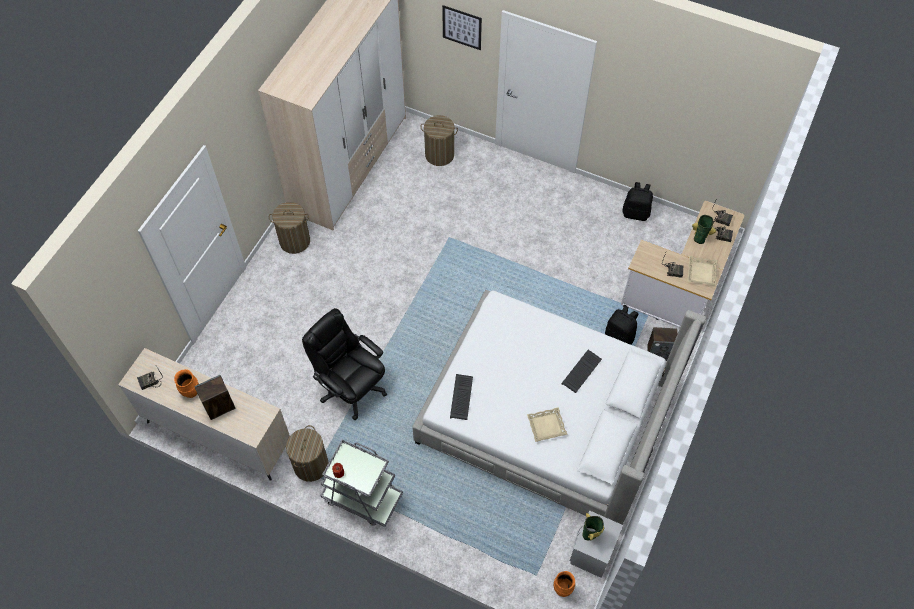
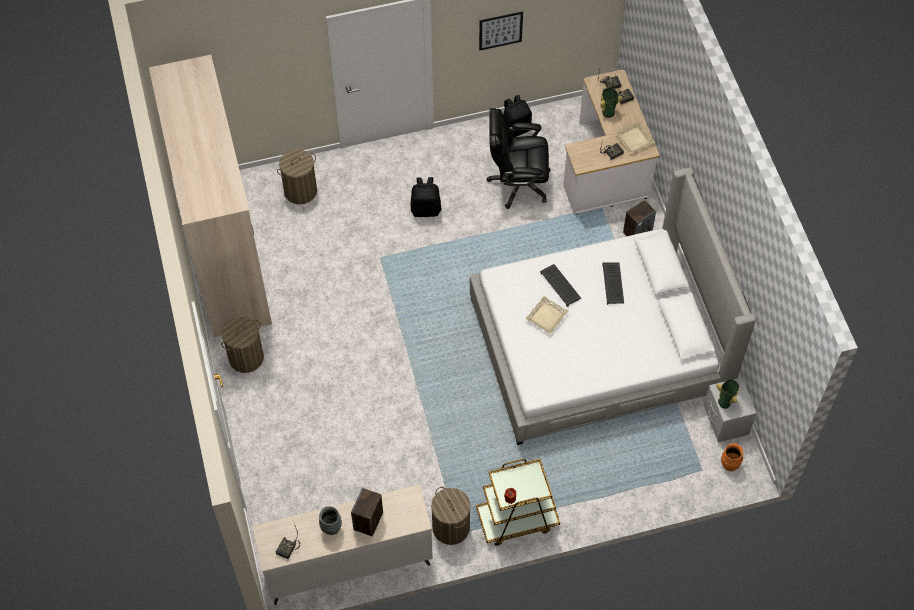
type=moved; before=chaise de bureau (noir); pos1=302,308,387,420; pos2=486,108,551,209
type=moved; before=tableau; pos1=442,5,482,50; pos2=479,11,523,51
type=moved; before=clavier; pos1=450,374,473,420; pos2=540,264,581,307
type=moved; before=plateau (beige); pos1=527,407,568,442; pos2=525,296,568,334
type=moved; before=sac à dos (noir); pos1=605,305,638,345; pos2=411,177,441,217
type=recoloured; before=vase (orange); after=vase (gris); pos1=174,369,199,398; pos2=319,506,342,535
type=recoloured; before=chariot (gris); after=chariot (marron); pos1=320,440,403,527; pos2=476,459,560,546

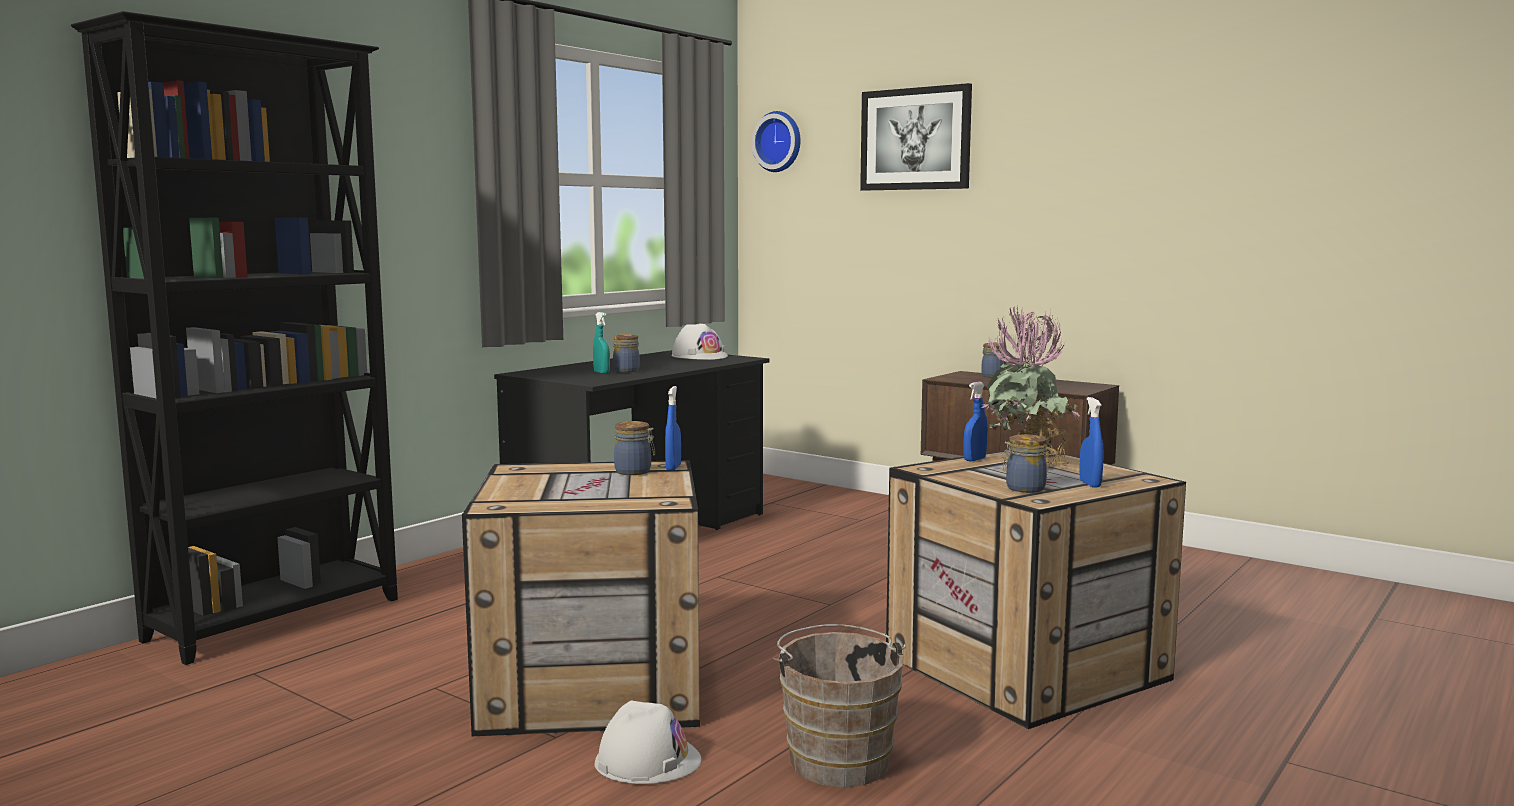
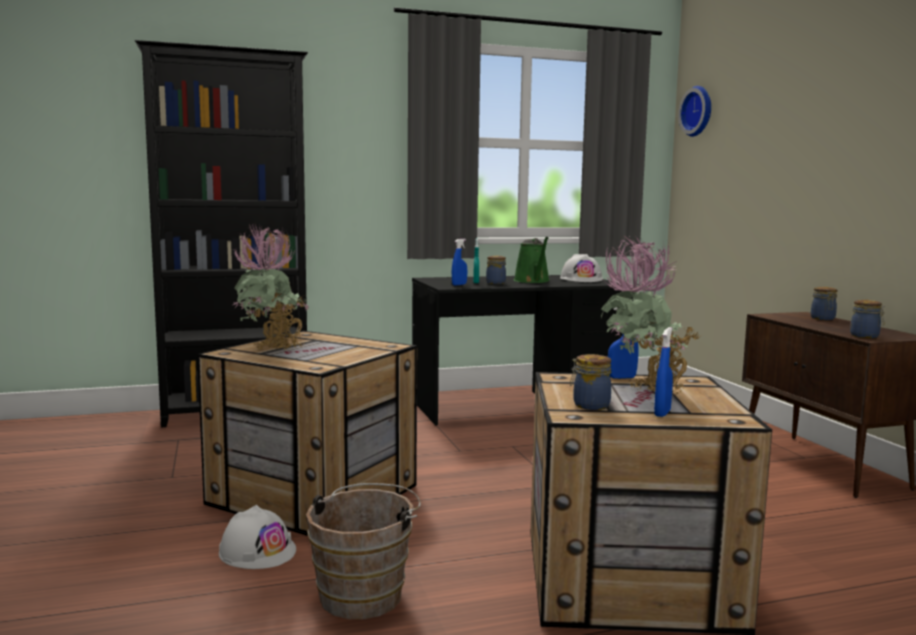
type=removed; before=tableau; pos1=860,83,972,191
type=added; after=plante en pot; pos2=232,224,309,350
type=added; after=arrosoir (vert); pos2=514,237,549,283
type=moved; before=bocal; pos1=614,421,655,475; pos2=850,300,885,338
type=moved; before=vaporisateur (bleu); pos1=665,386,681,471; pos2=452,239,467,285

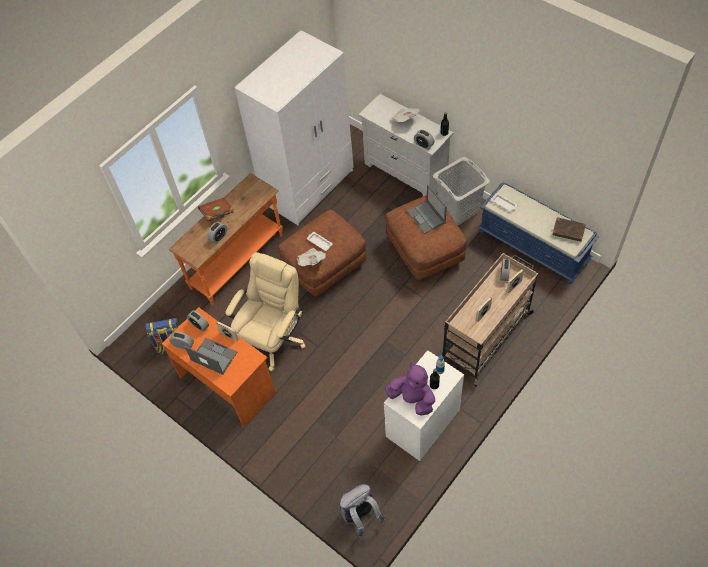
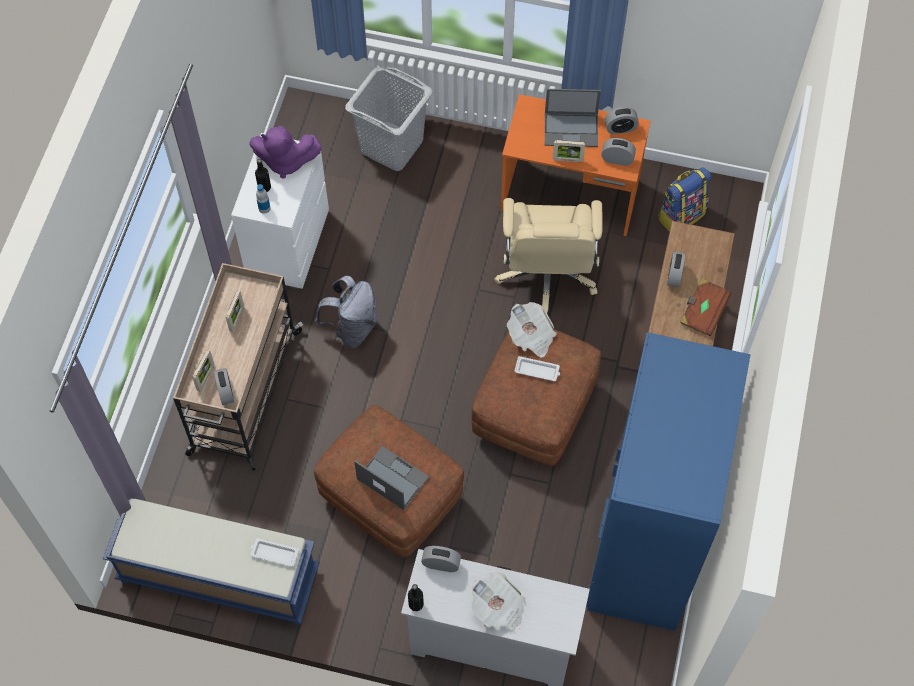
type=removed; before=livre (marron); pos1=552,217,586,242
type=moved; before=sac à dos (gris); pos1=340,484,386,539; pos2=315,276,378,348
type=moved; before=panier à linge (gris); pos1=433,157,490,225; pos2=345,65,433,171
type=recoloured; before=armoire (blanc); after=armoire (bleu); pos1=234,30,354,225; pos2=586,333,750,631

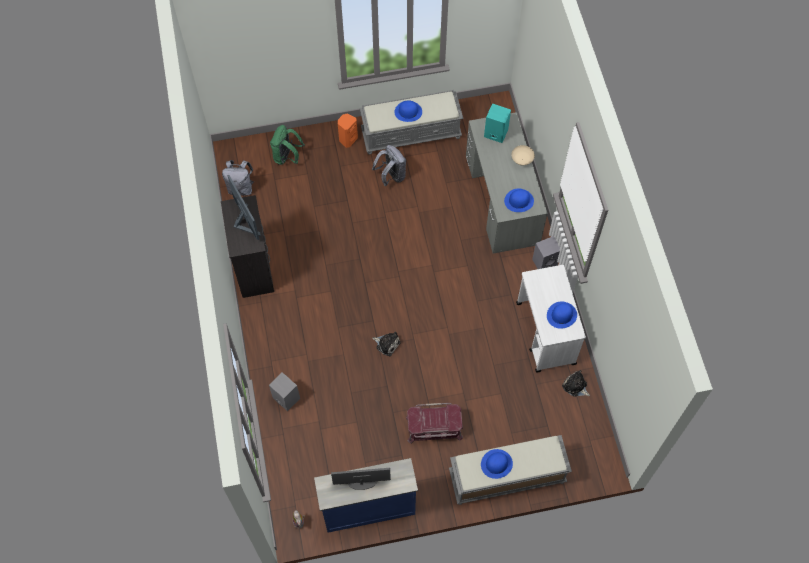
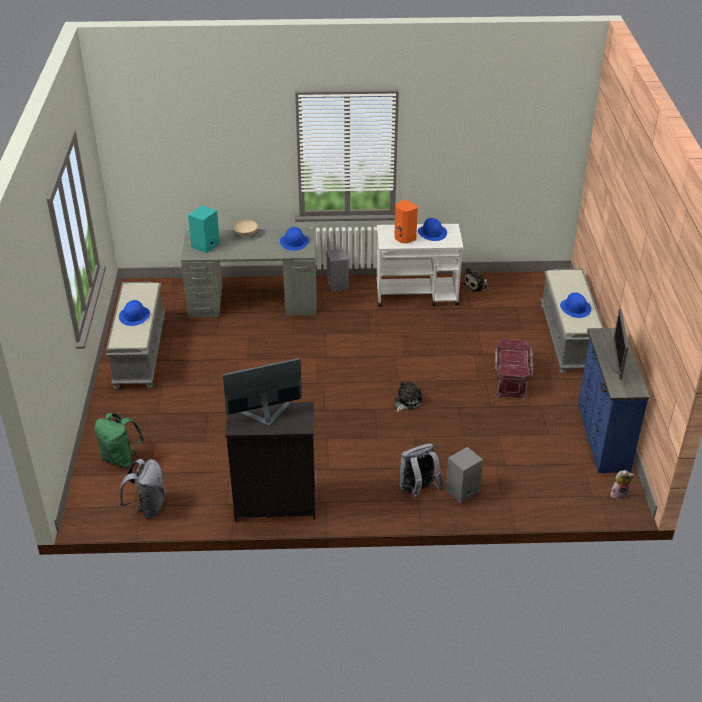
type=moved; before=enceinte (orange); pos1=338,114,358,148; pos2=394,200,418,244
type=moved; before=sac à dos (gris); pos1=372,145,406,186; pos2=400,444,444,499

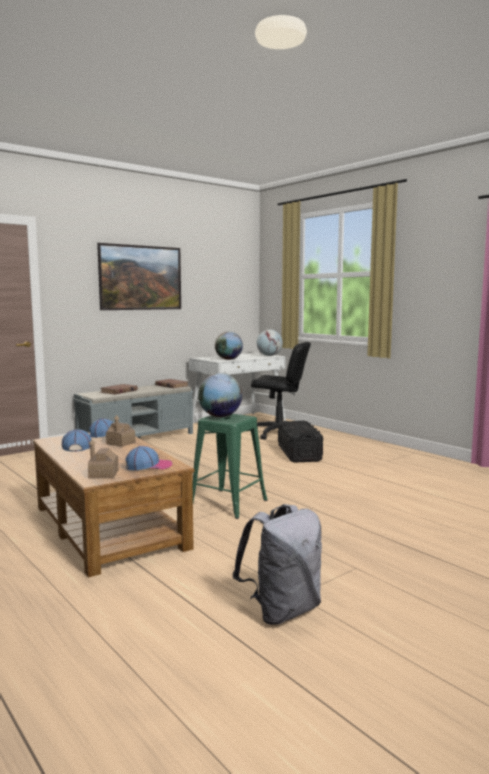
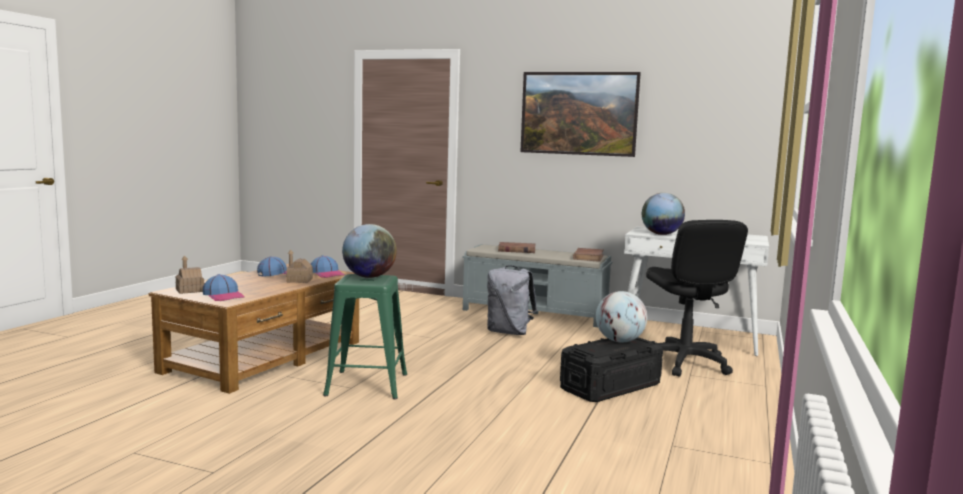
type=moved; before=sac à dos (gris); pos1=232,504,322,625; pos2=487,265,537,335
type=moved; before=globe; pos1=257,329,283,356; pos2=596,291,647,343

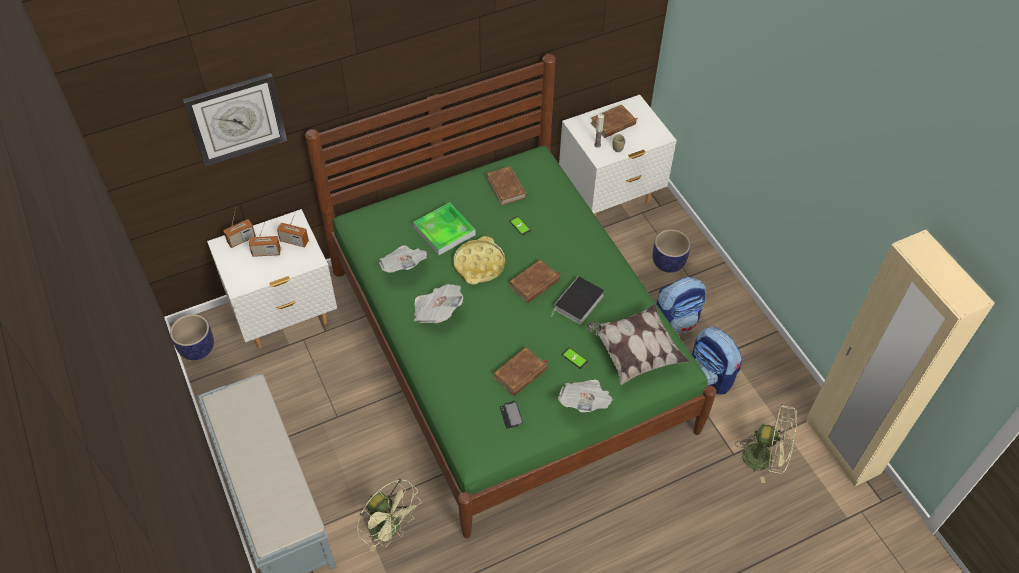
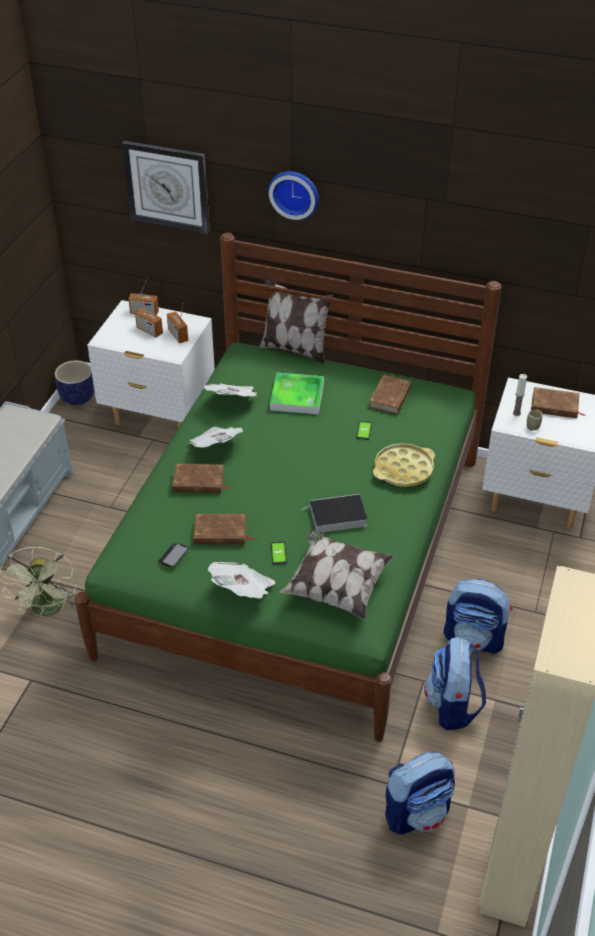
type=removed; before=cache-pot; pos1=653,229,691,273
type=added; after=coussin; pos2=259,280,334,364
type=added; after=horloge murale; pos2=268,171,319,220
type=moved; before=plateau (jaune); pos1=453,236,505,285; pos2=373,443,435,487
type=moved; before=livre (marron); pos1=509,259,561,303; pos2=172,463,230,493
type=replaced; before=ventilateur (vert); after=sac à dos; pos1=735,404,797,483; pos2=385,752,455,834

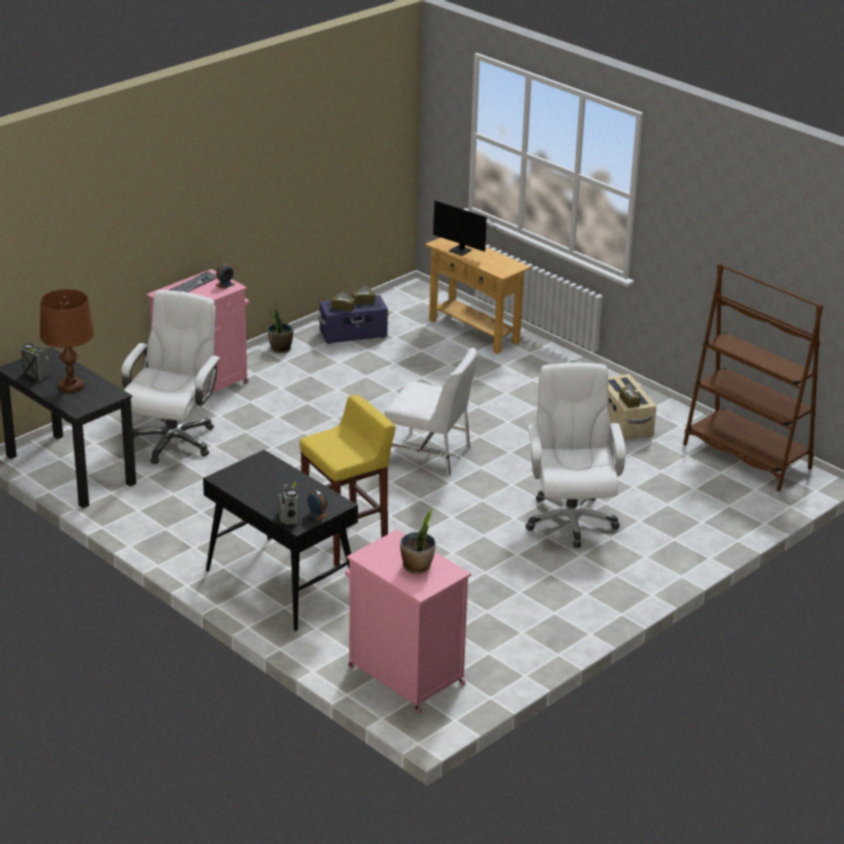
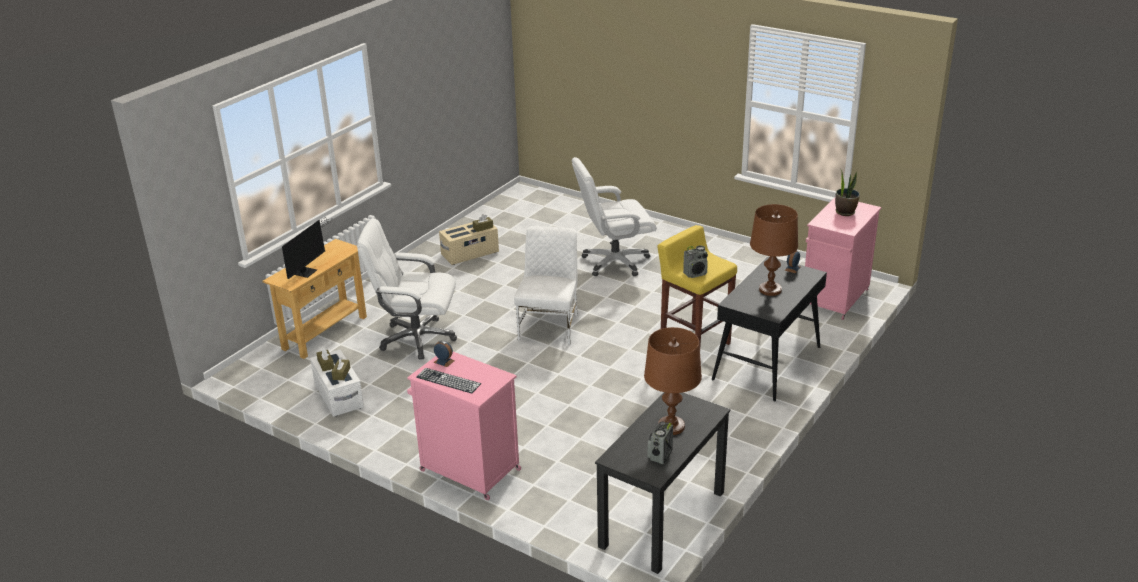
type=removed; before=plante en pot; pos1=268,304,294,353
type=removed; before=bibliothèque (marron); pos1=683,263,823,492
type=added; after=lampe de table (marron); pos2=750,204,798,296
type=moved; before=chaise de bureau (blanc); pos1=121,290,221,464; pos2=357,218,457,360
type=moved; before=radio; pos1=278,481,299,525; pos2=683,246,708,278
type=recoloured; before=boîte de rangement (violet); after=boîte de rangement (blanc); pos1=318,295,389,344; pos2=310,349,364,417

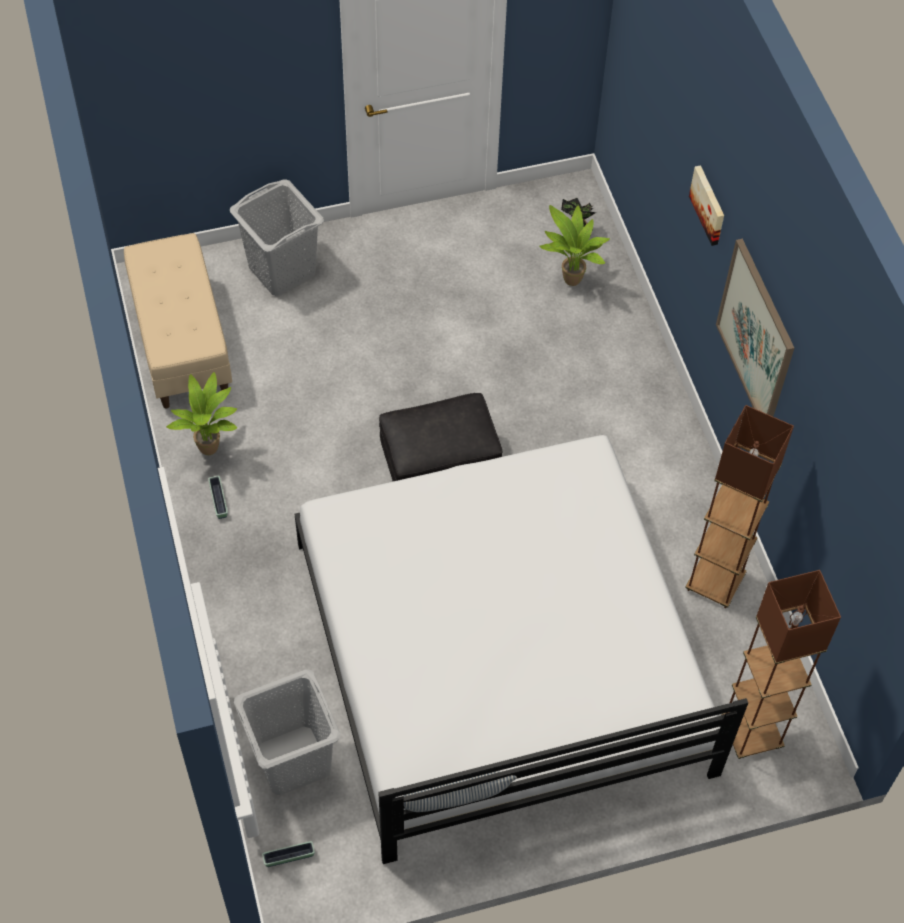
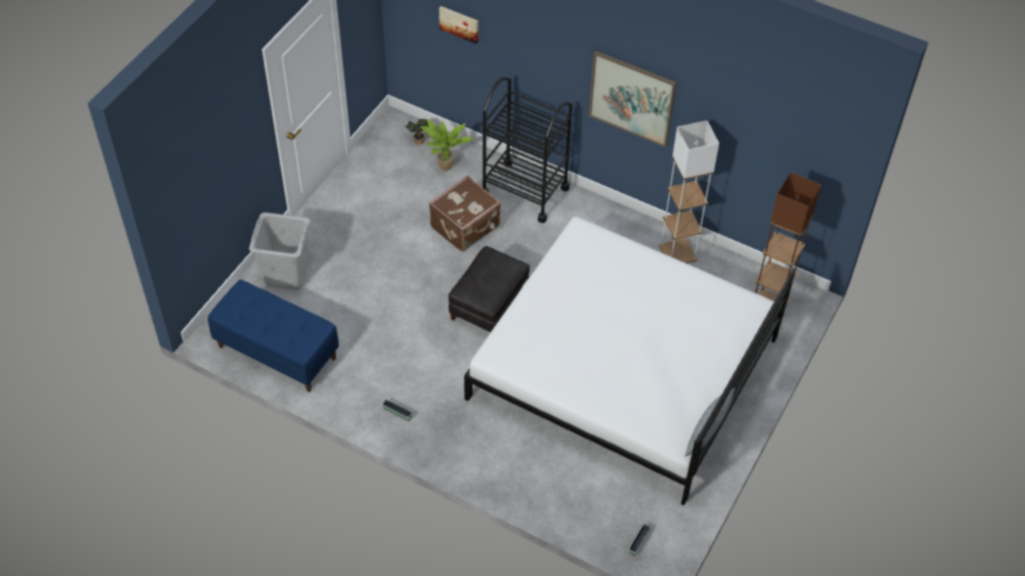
type=removed; before=plante en pot; pos1=166,372,237,455
type=removed; before=panier à linge (gris); pos1=234,669,340,795
type=added; after=valise (marron); pos2=429,175,501,252
type=added; after=chariot (noir); pos2=482,77,572,223
type=moved; before=tableau; pos1=689,165,724,246; pos2=439,6,478,44
type=recoloured; before=banc (beige); after=banc (bleu); pos1=124,233,232,409; pos2=208,280,339,392
type=recoloured; before=lampadaire (marron); after=lampadaire (blanc); pos1=685,405,794,608; pos2=659,121,719,263

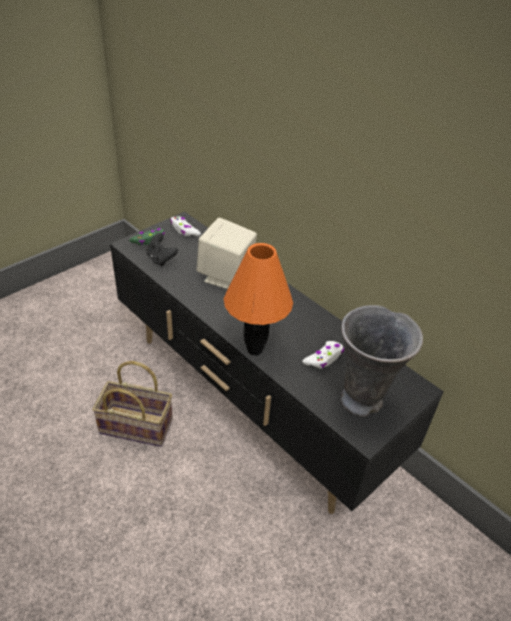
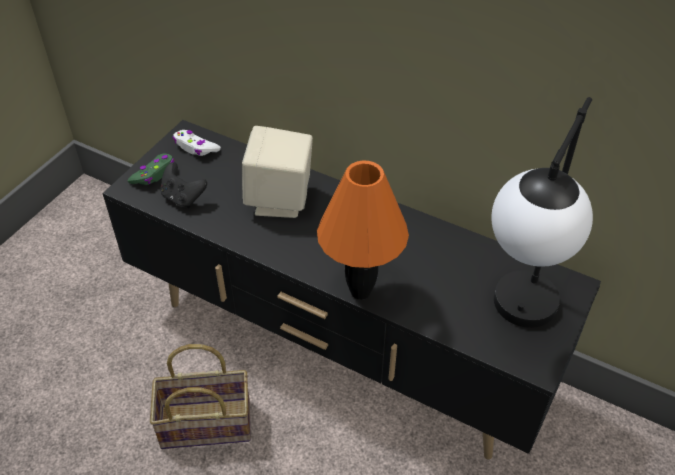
type=removed; before=manette (blanc); pos1=302,341,344,369
type=replaced; before=vase (gris); after=lampe de table; pos1=340,305,423,417; pos2=491,97,593,328

